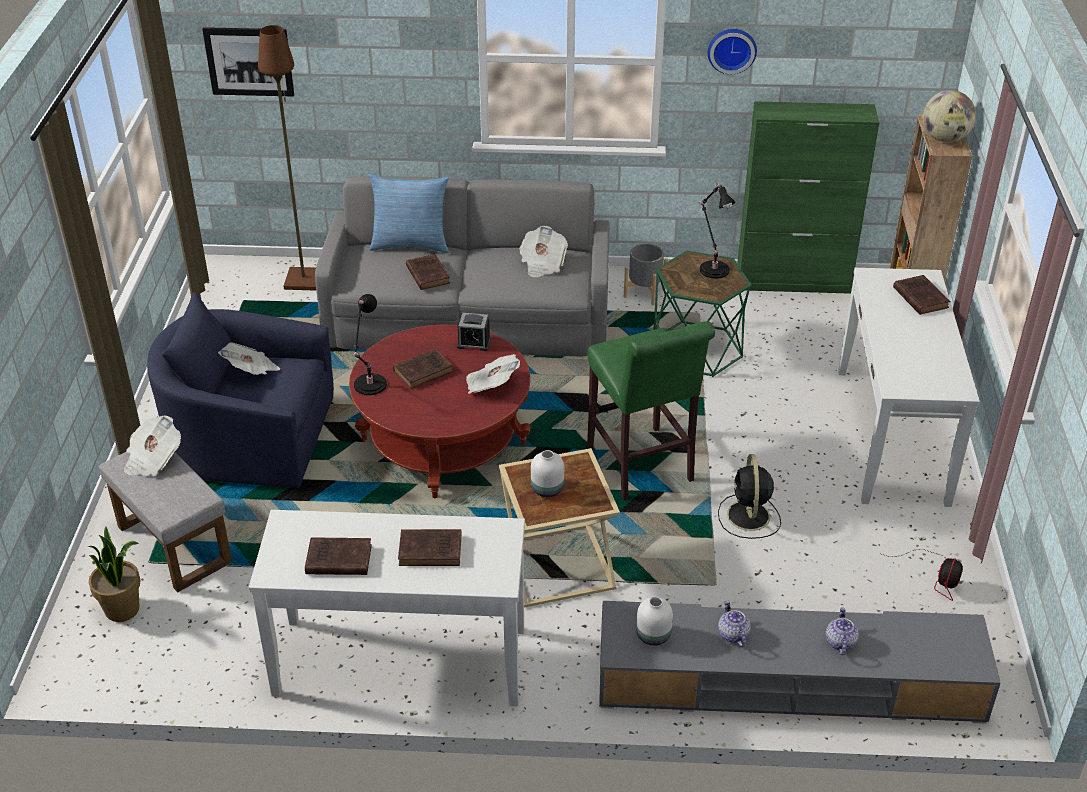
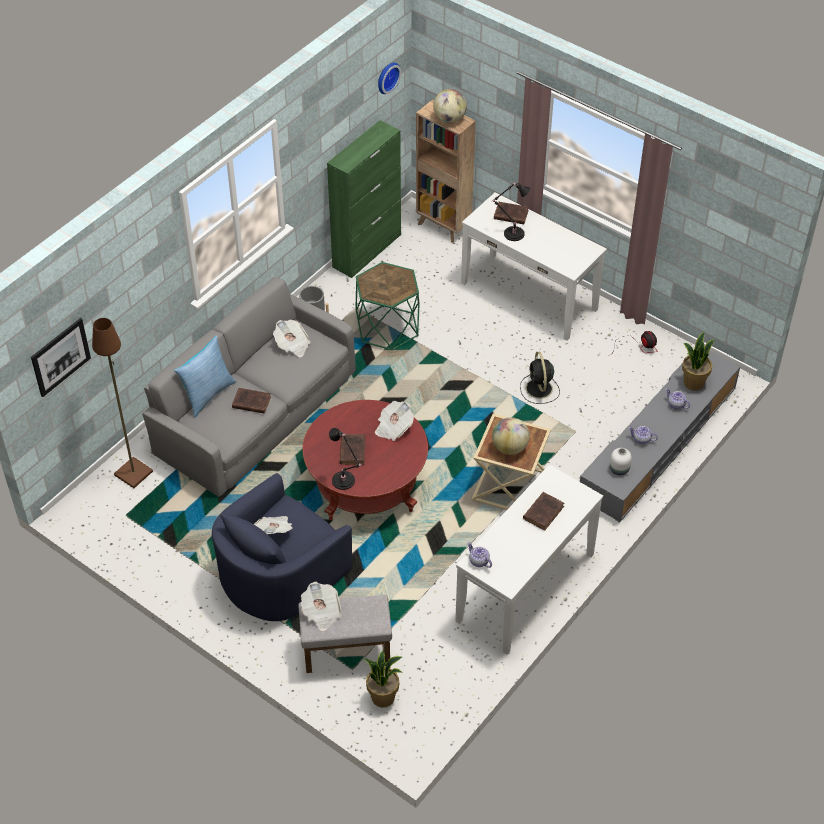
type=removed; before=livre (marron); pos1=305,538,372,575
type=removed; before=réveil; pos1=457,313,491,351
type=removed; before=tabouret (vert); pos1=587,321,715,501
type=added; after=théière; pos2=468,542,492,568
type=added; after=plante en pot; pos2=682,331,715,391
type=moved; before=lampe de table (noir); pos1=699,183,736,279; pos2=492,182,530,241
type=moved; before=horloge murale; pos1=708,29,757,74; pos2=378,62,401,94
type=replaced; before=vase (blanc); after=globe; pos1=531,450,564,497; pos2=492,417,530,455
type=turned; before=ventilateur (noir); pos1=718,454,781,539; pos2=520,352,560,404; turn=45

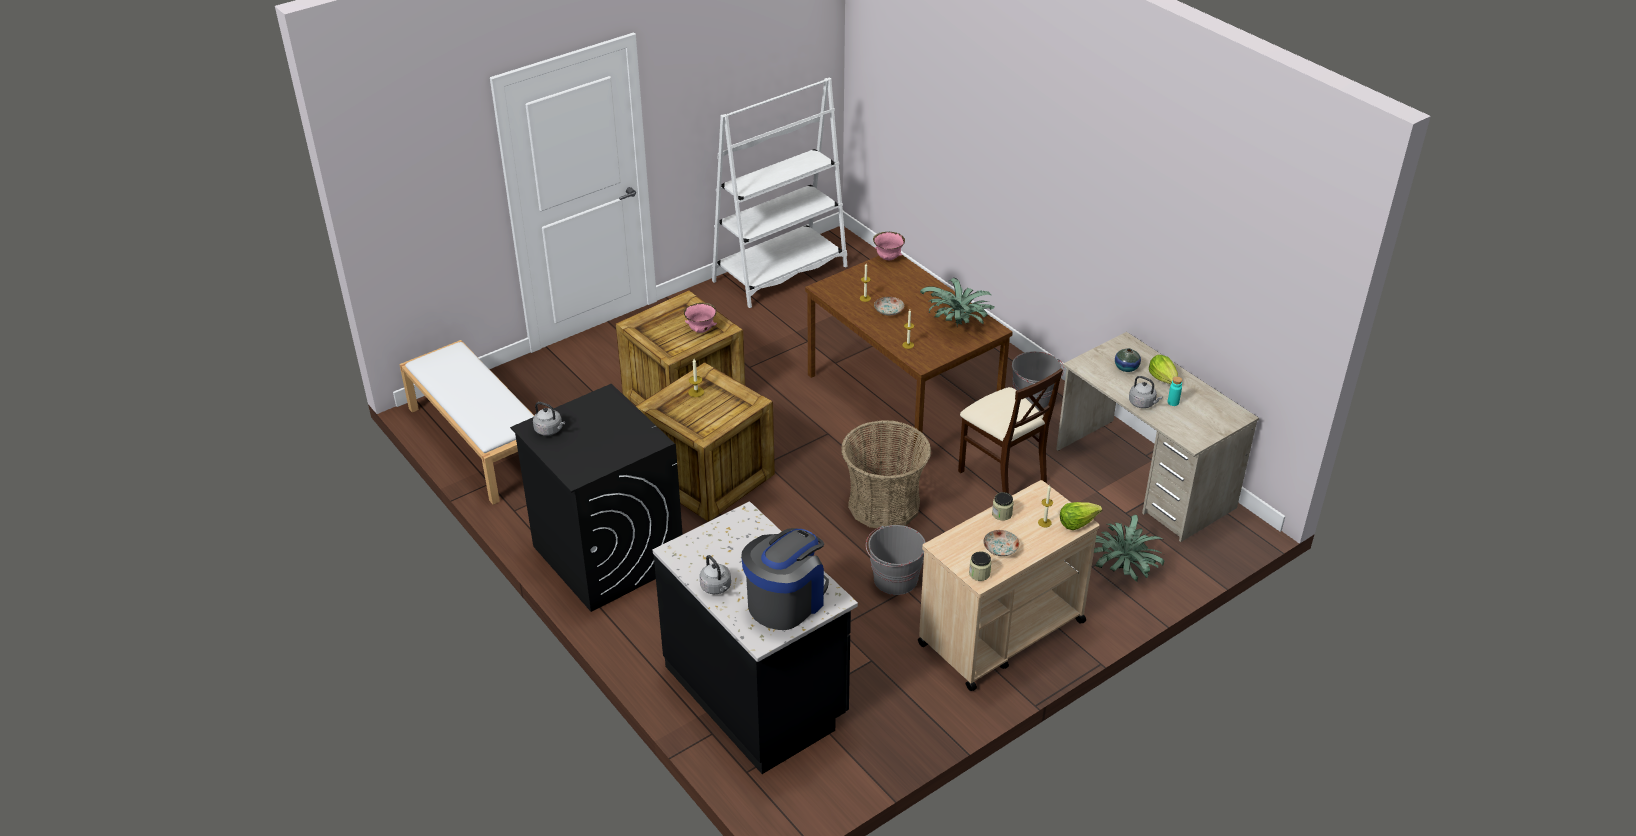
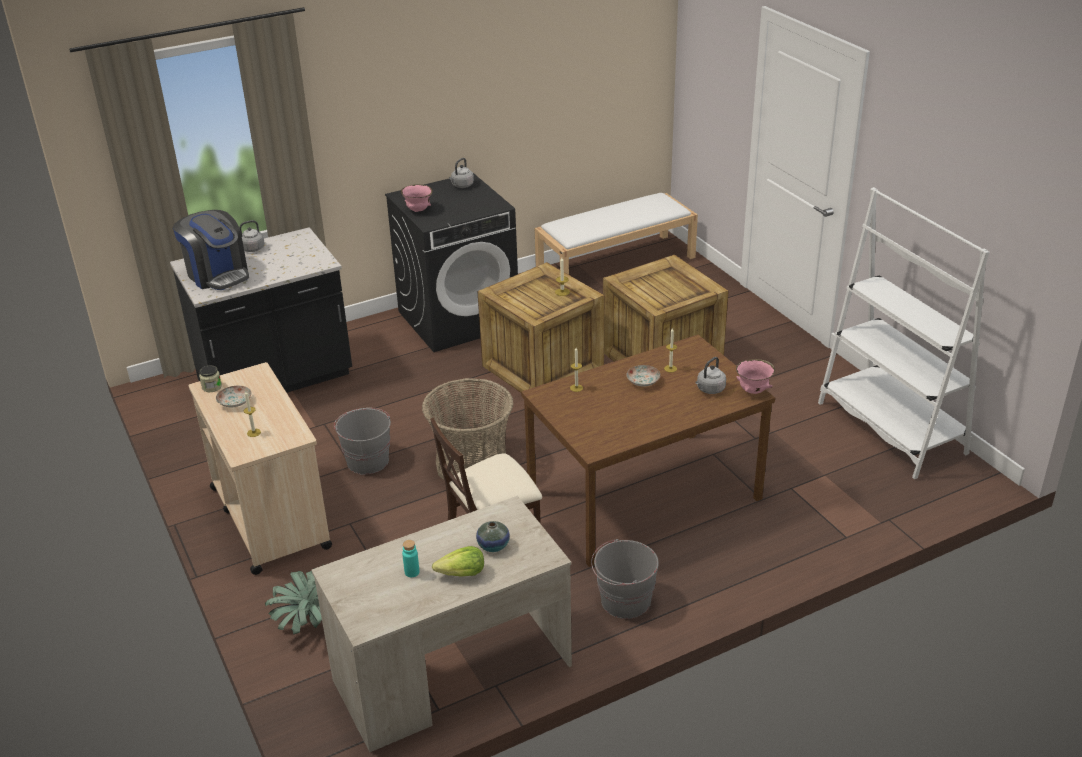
type=removed; before=plante en pot; pos1=920,278,995,328
type=removed; before=bocal; pos1=992,492,1014,521
type=removed; before=laitue; pos1=1060,502,1102,530
type=moved; before=bol (rose); pos1=684,303,717,333; pos2=401,184,433,212
type=moved; before=bouilloire (gris); pos1=1129,376,1163,408; pos2=696,357,726,394

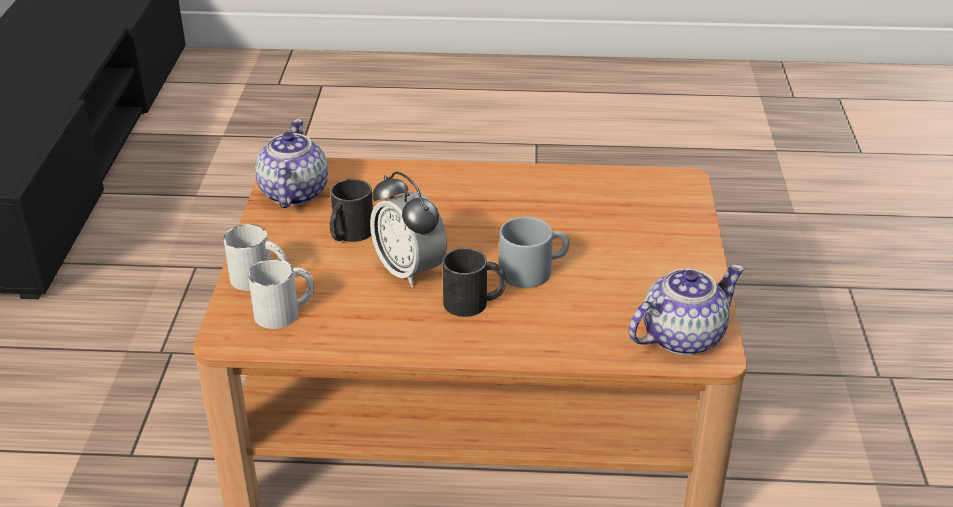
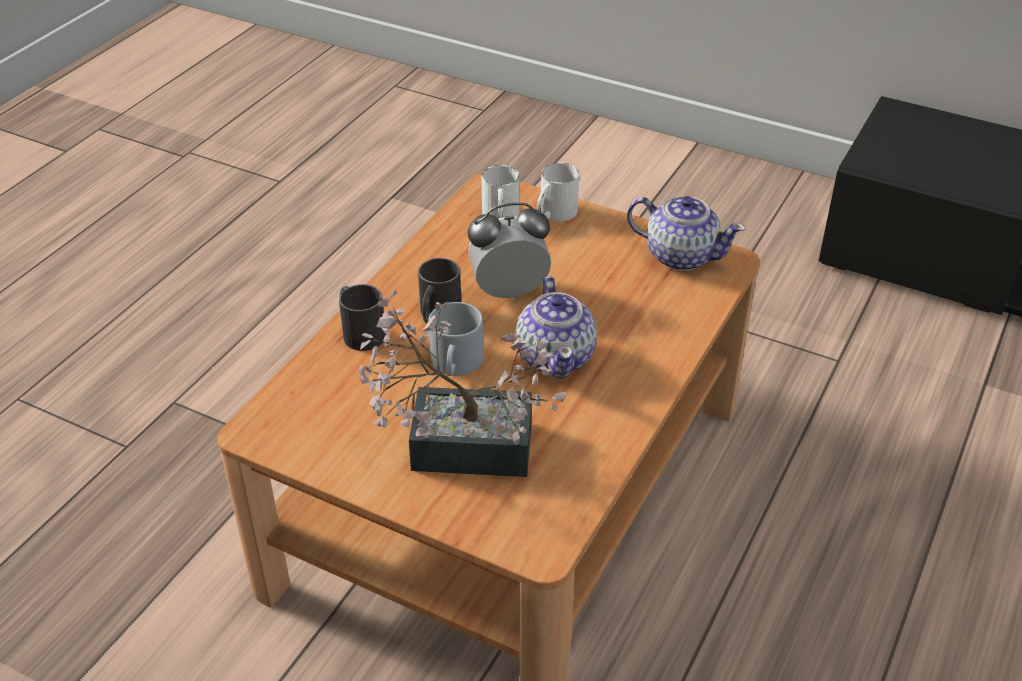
type=added; after=plante en pot; pos2=358,290,567,477
type=moved; before=mug (noir); pos1=330,179,373,242; pos2=339,284,386,351
type=moved; before=théière; pos1=629,264,745,355; pos2=516,276,597,379

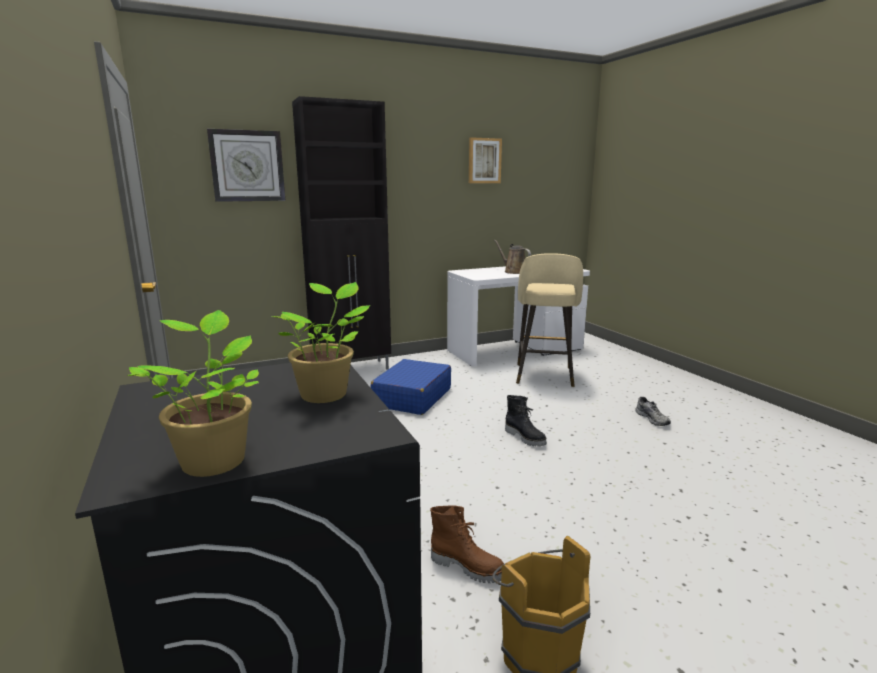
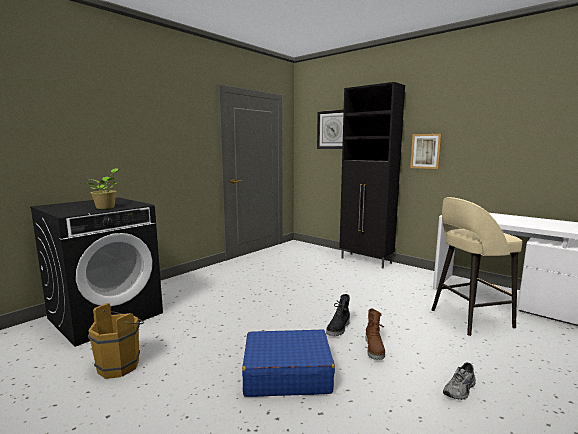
type=removed; before=plante en pot; pos1=127,310,259,477
type=removed; before=arrosoir (marron); pos1=494,239,531,274
type=moved; before=valise (bleu); pos1=370,359,451,415; pos2=242,329,335,397
type=moved; before=botte (marron); pos1=430,505,504,583; pos2=366,309,385,360
type=moved; before=tableau; pos1=469,137,502,183; pos2=410,134,442,169

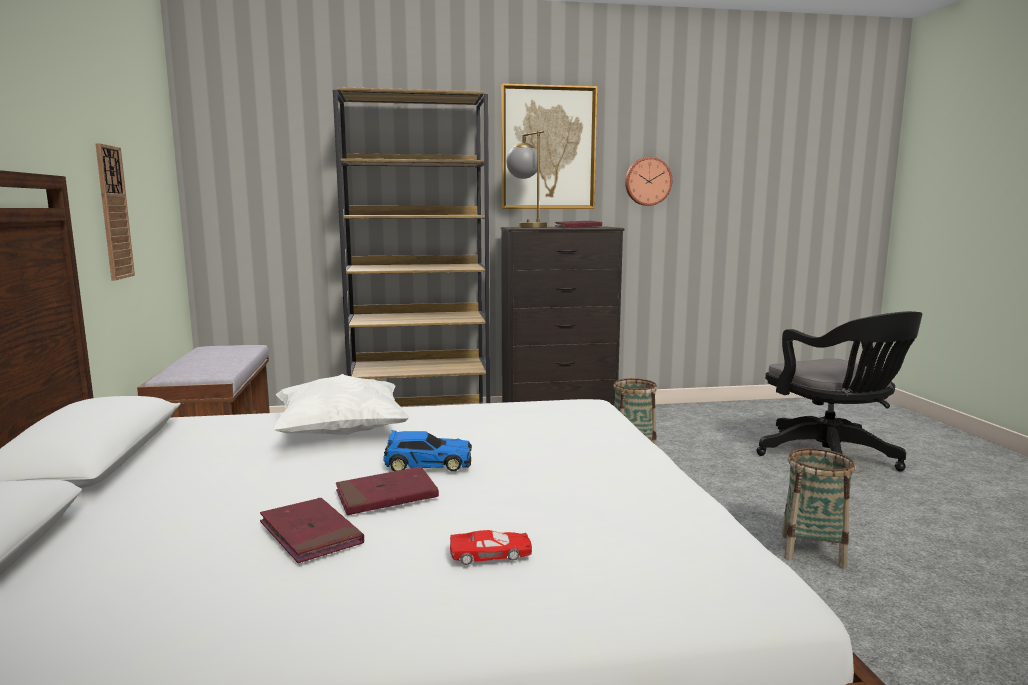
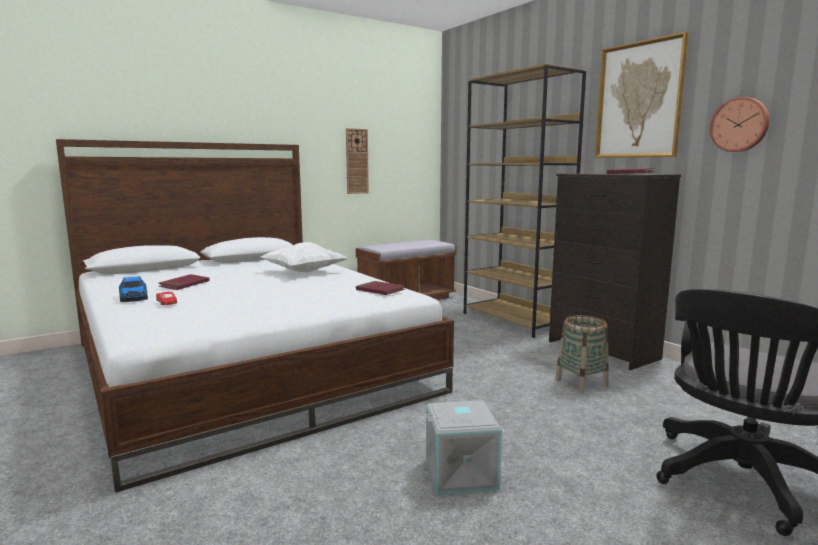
type=removed; before=lampe de table; pos1=506,131,547,228
type=moved; before=livre (rouge); pos1=336,467,439,515; pos2=356,281,405,295
type=moved; before=petite voiture; pos1=383,430,472,471; pos2=119,276,148,302
type=replaced; before=panier; after=boîte de rangement (gris); pos1=782,448,855,569; pos2=426,400,502,495

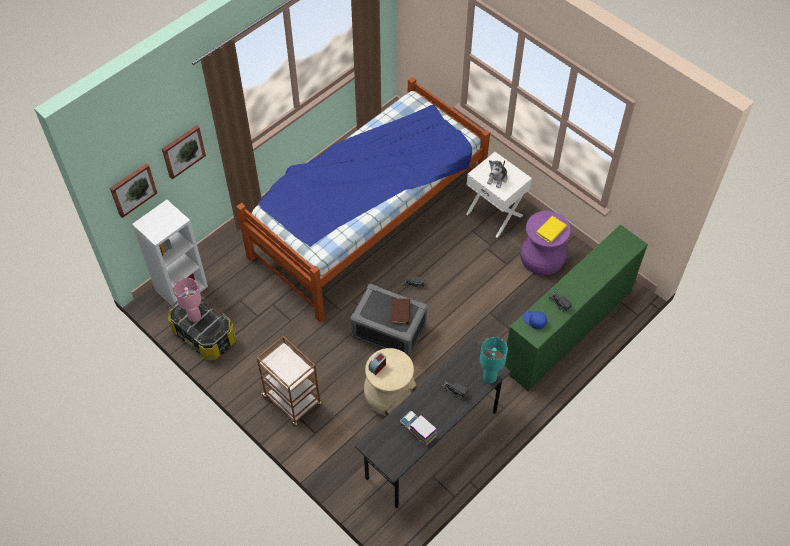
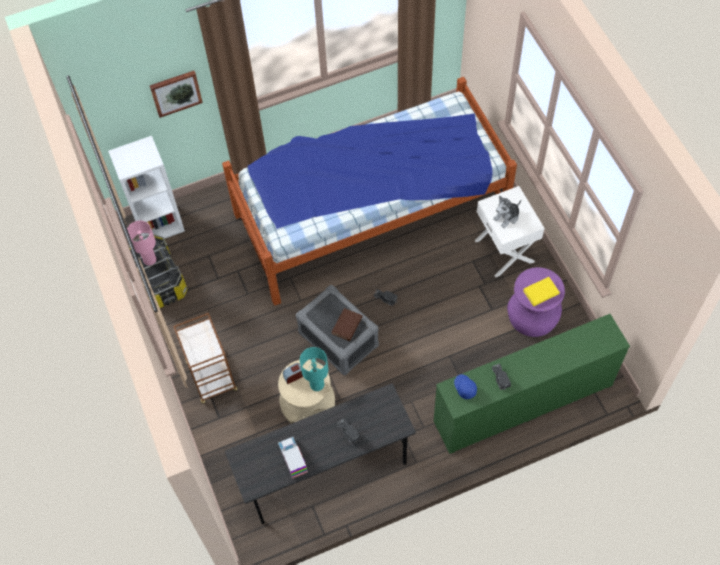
type=removed; before=tableau; pos1=110,163,157,218
type=moved; before=lampe de table (turquoise); pos1=480,337,508,383; pos2=300,347,328,391

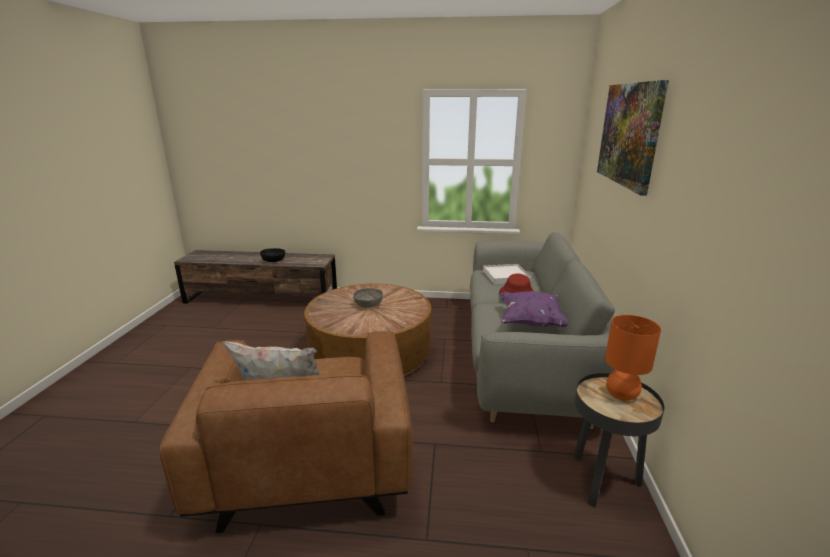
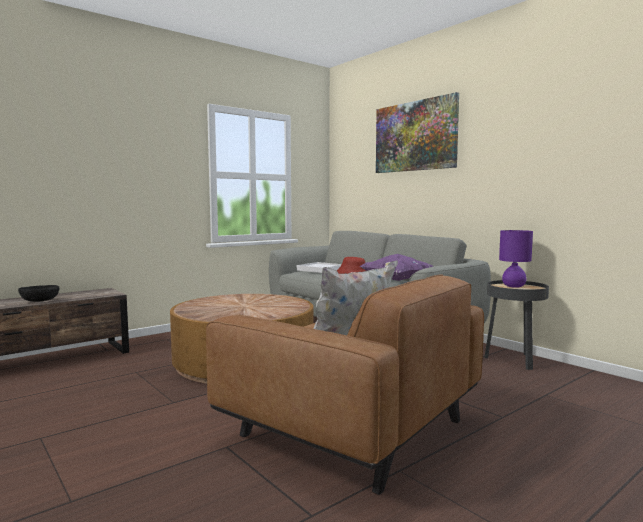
type=removed; before=bol (gris); pos1=353,288,383,308
type=recoloured; before=lampe de table (orange); after=lampe de table (violet); pos1=605,315,661,400; pos2=499,230,533,288

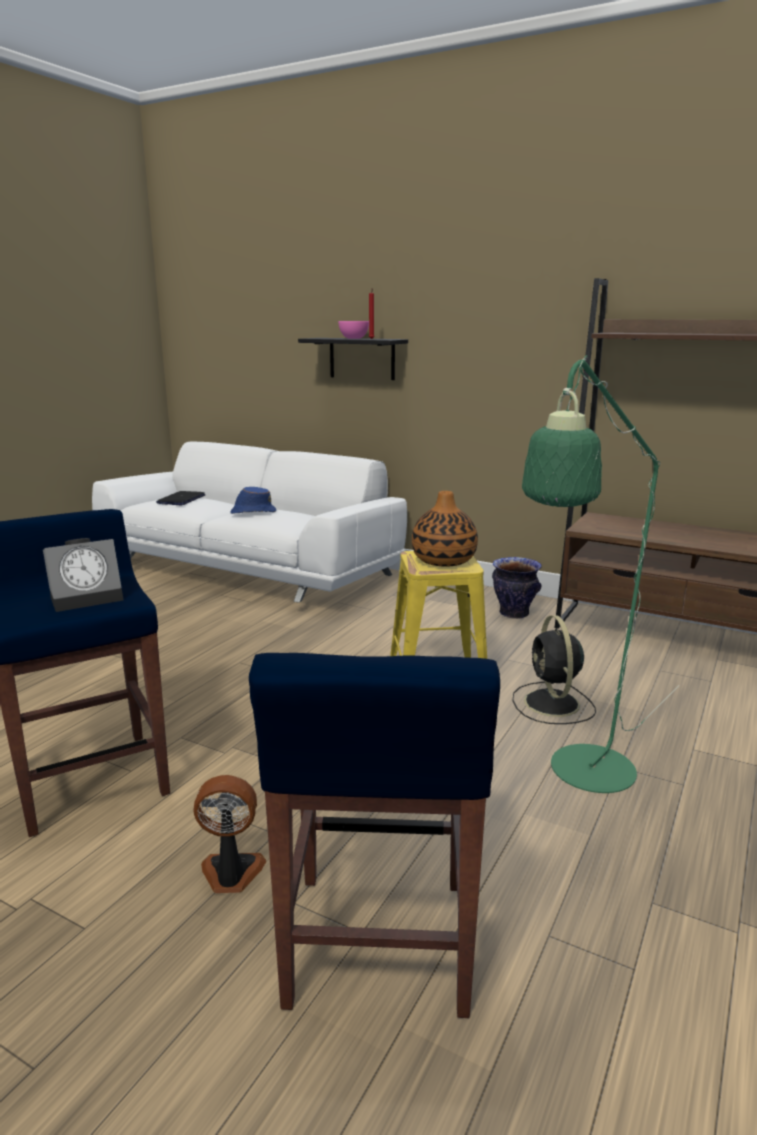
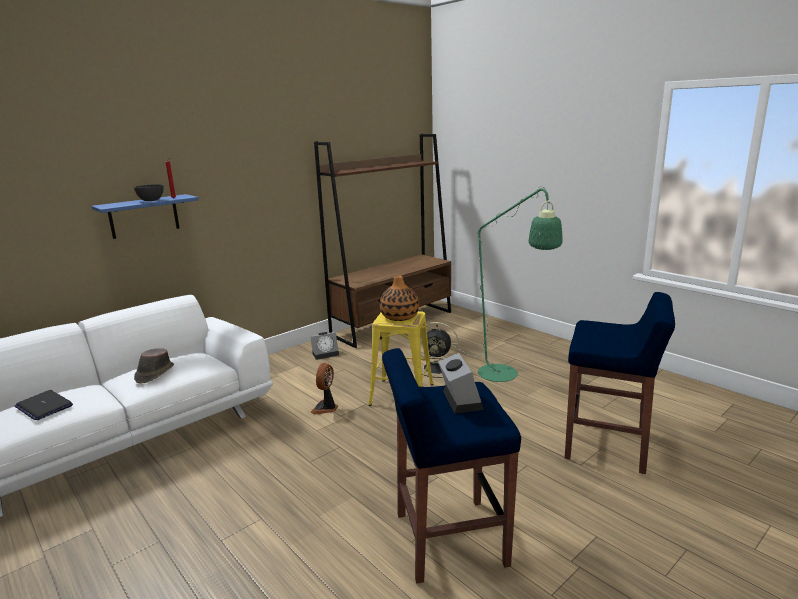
type=moved; before=ventilateur; pos1=194,775,266,893; pos2=311,363,339,414
type=replaced; before=vase; after=réveil; pos1=492,557,542,619; pos2=310,332,339,360
type=recoloured; before=chapeau (bleu); after=chapeau (marron); pos1=230,487,276,514; pos2=134,348,174,384
type=recoloured; before=étagère (noir); after=étagère (bleu); pos1=298,338,408,380; pos2=91,194,199,239
type=recoloured; before=bol (rose); after=bol (gris); pos1=338,321,369,339; pos2=134,184,163,201

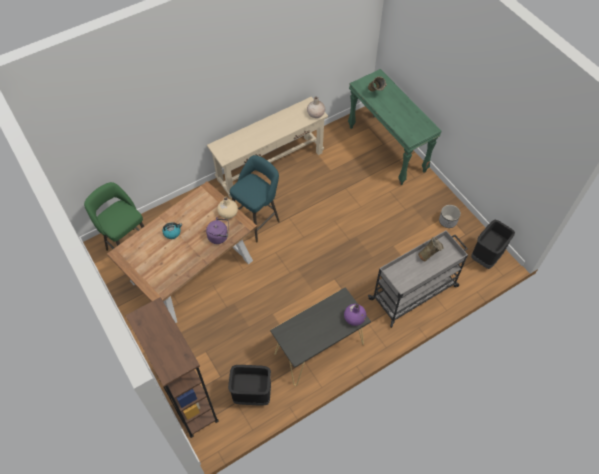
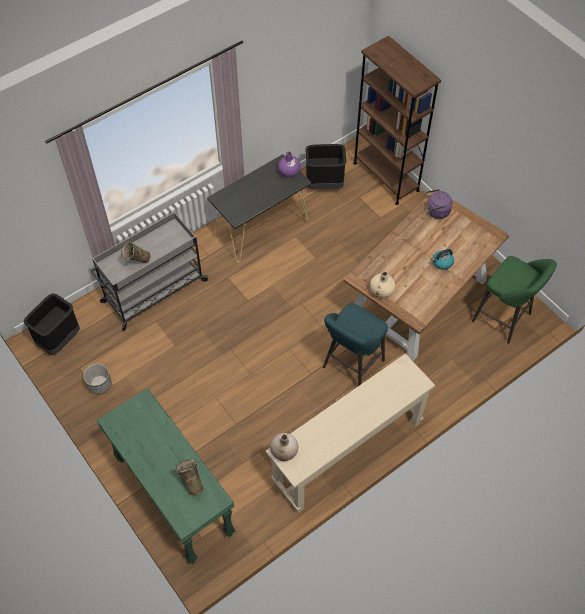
type=moved; before=bouilloire (violet); pos1=206,217,229,244; pos2=426,189,453,219
type=moved; before=vase (violet); pos1=344,304,366,326; pos2=278,151,301,177

